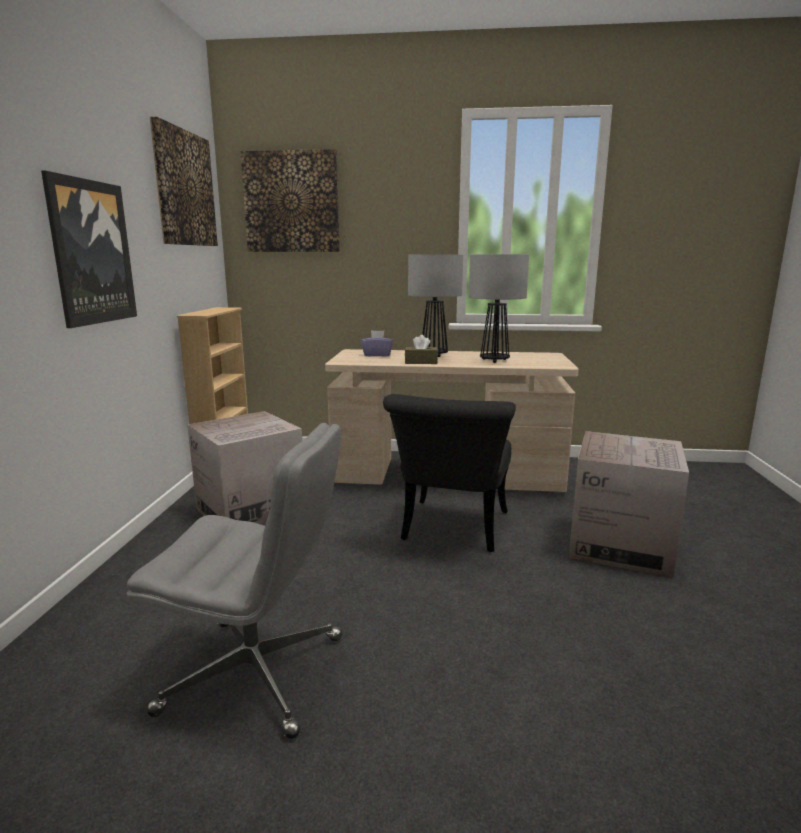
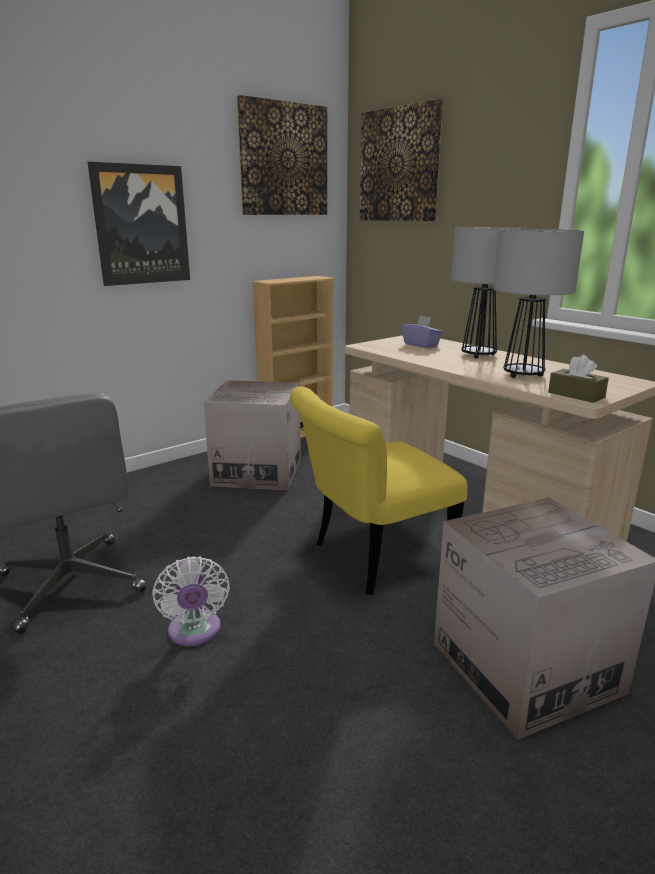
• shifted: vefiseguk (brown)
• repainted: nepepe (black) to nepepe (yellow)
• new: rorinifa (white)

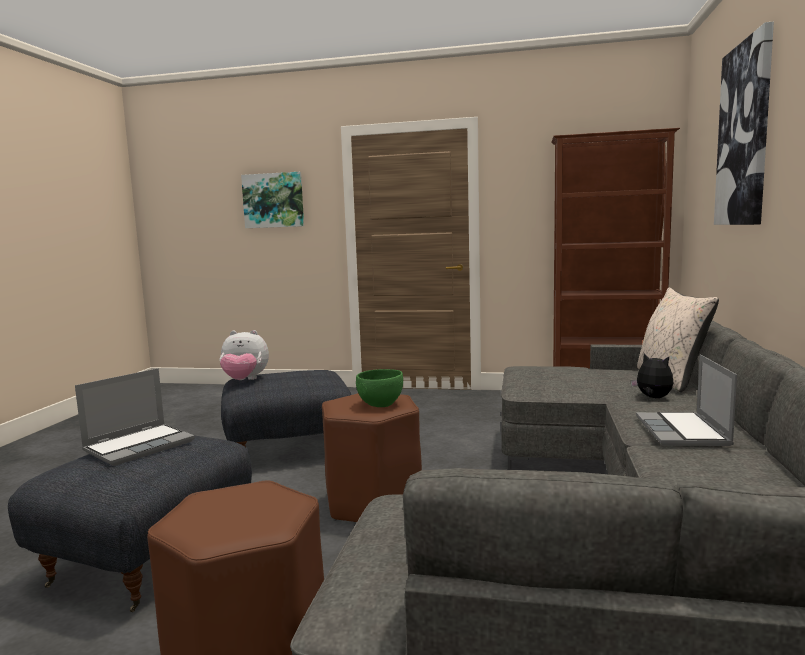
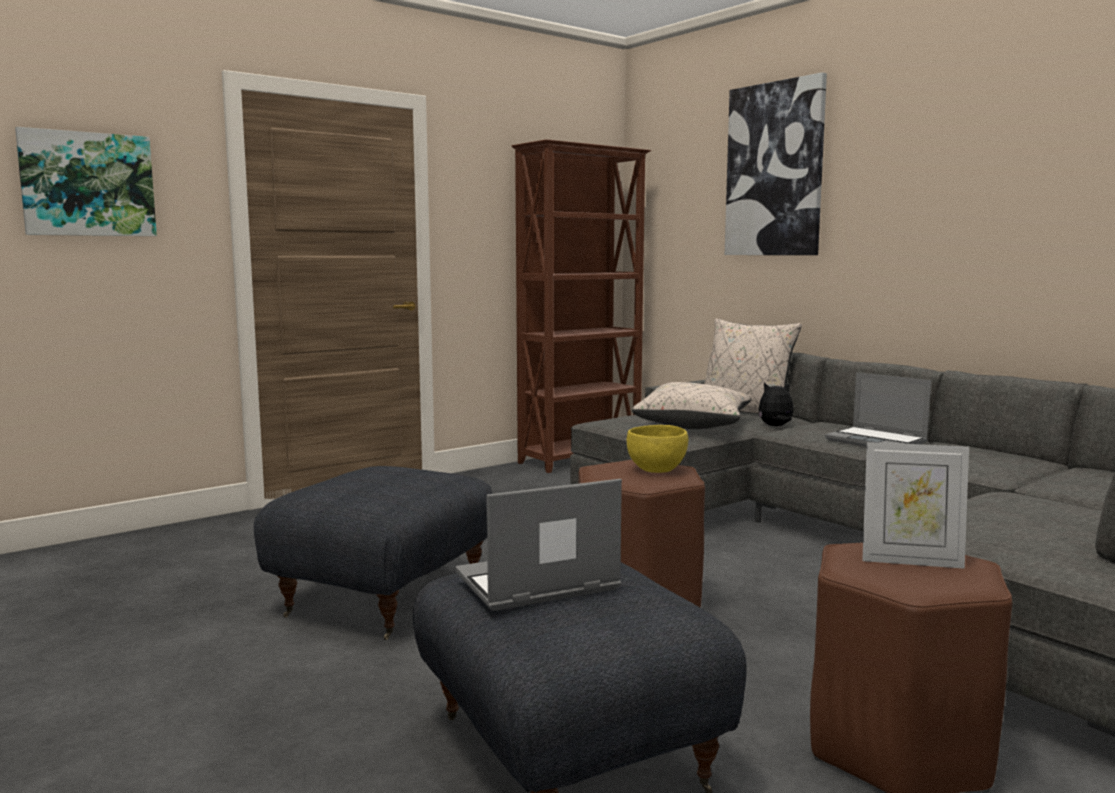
• gone: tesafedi (no. 1 from left)
• rotated: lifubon (no. 1 from left) 105 degrees counterclockwise
• repainted: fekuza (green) to fekuza (yellow)
• new: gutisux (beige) (no. 1 from left)
• new: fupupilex

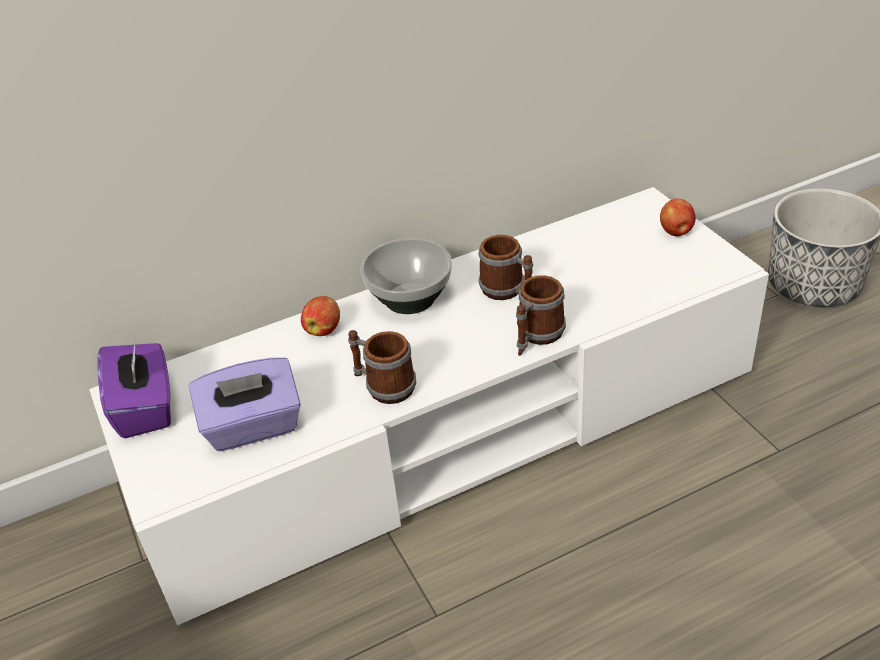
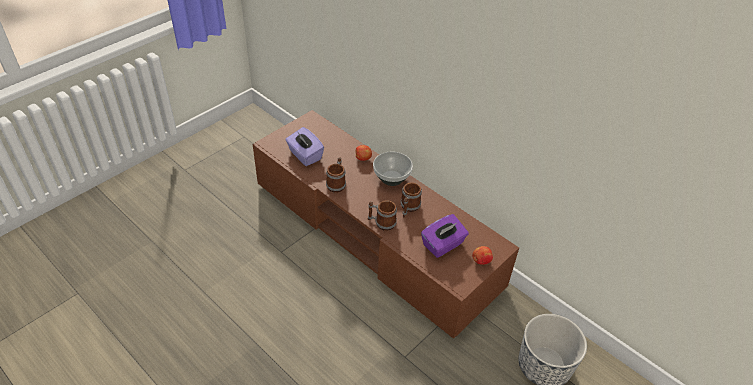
• repainted: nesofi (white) to nesofi (brown)
• shifted: vefiseguk (purple) (no. 1 from left in the first image) to vefiseguk (purple) (no. 2 from left)

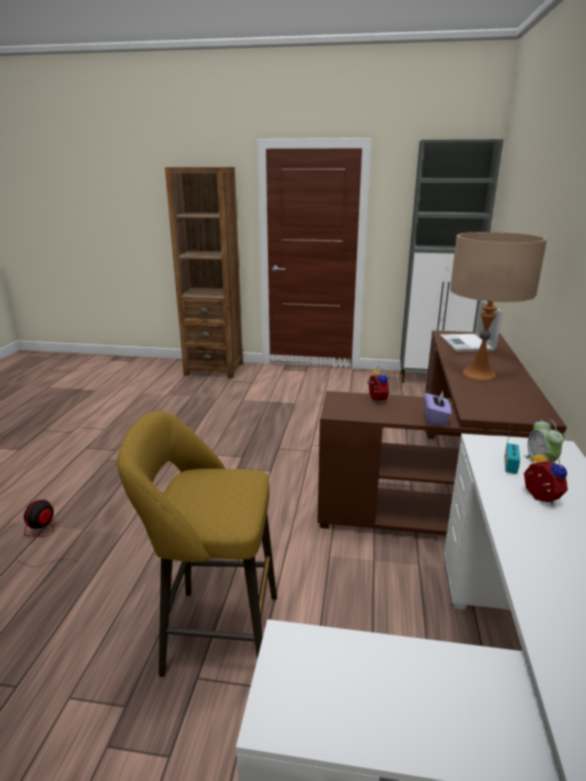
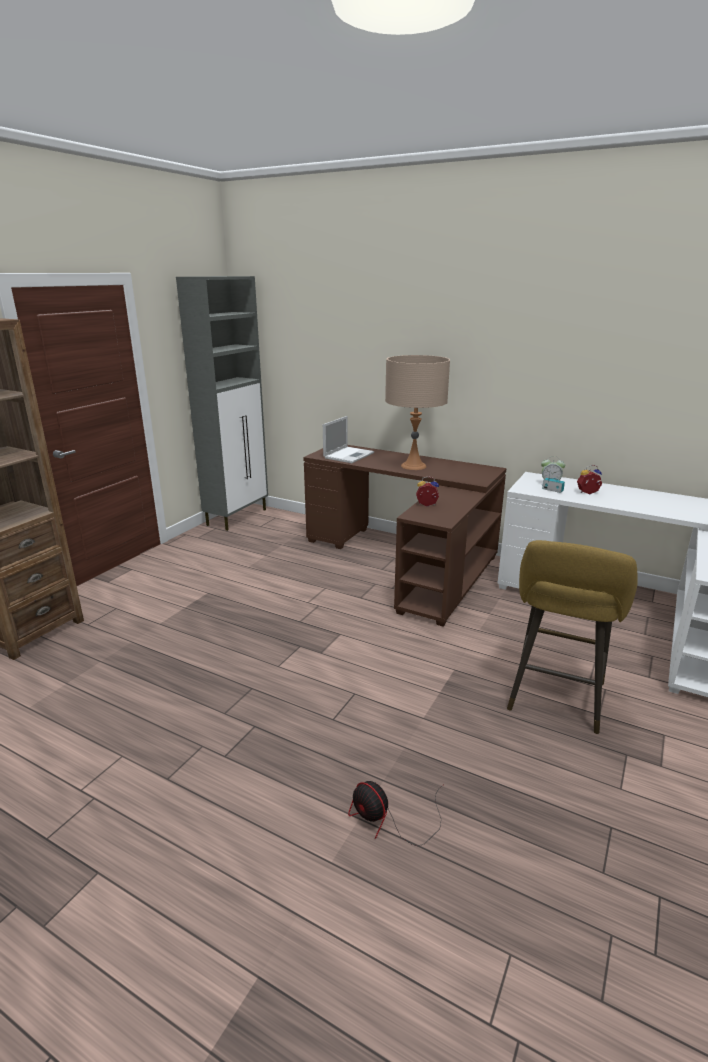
• rotated: lifubon 75 degrees counterclockwise
• gone: vefiseguk (purple)

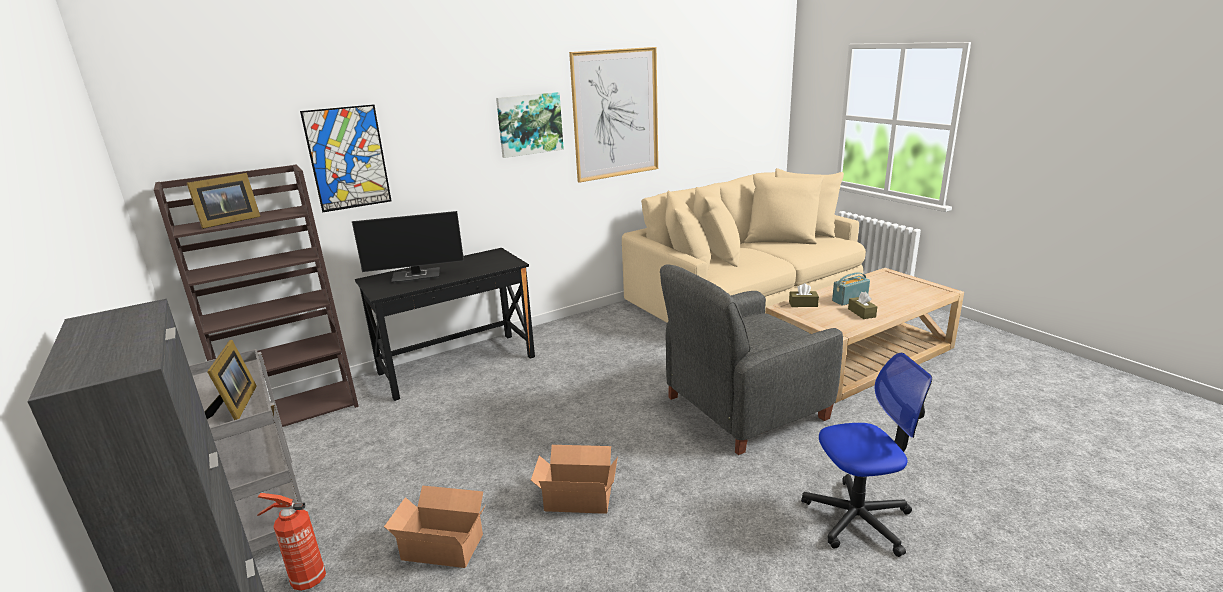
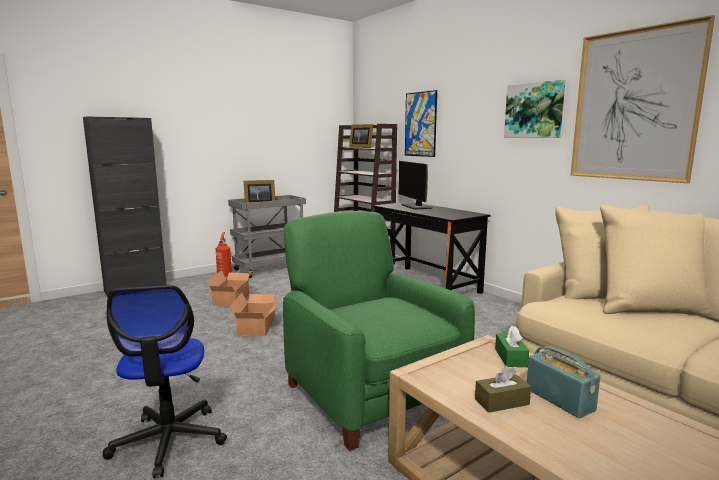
• repainted: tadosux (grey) to tadosux (green)
• repainted: vefiseguk (brown) (no. 1 from left) to vefiseguk (green)

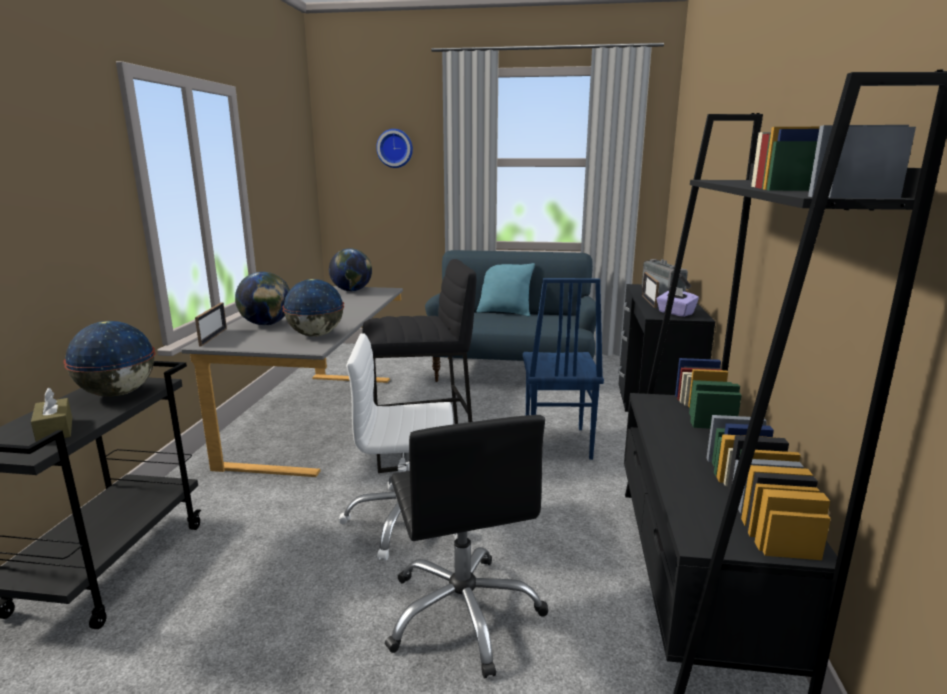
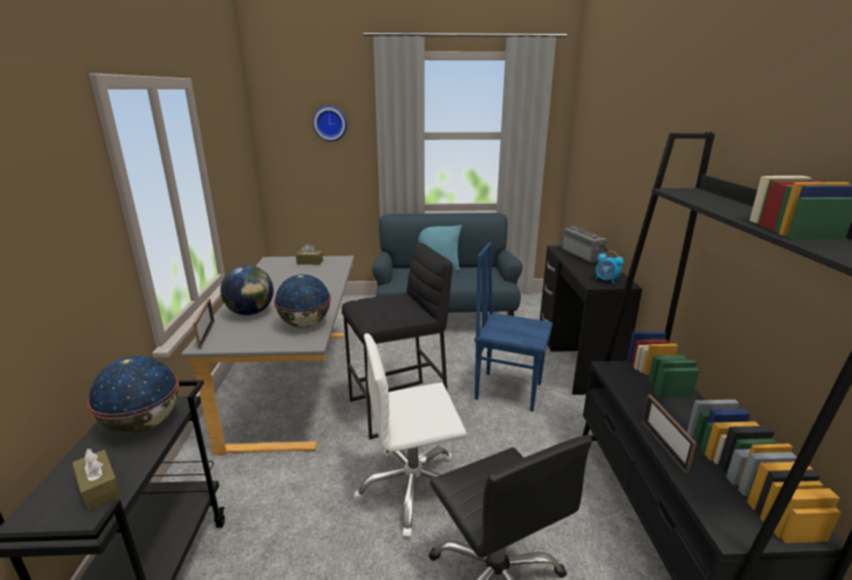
• swapped: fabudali (no. 4 from left) to vefiseguk (brown) (no. 2 from left)
• shifted: fupupilex (no. 2 from left)
• rotated: nepepe (blue) 120 degrees clockwise
• swapped: vefiseguk (purple) to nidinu

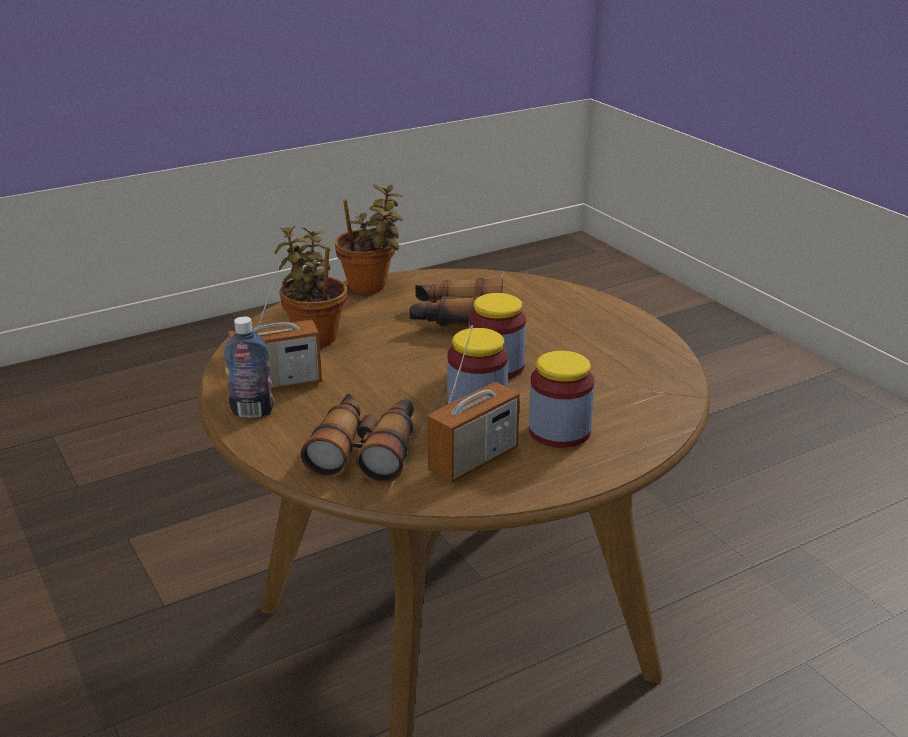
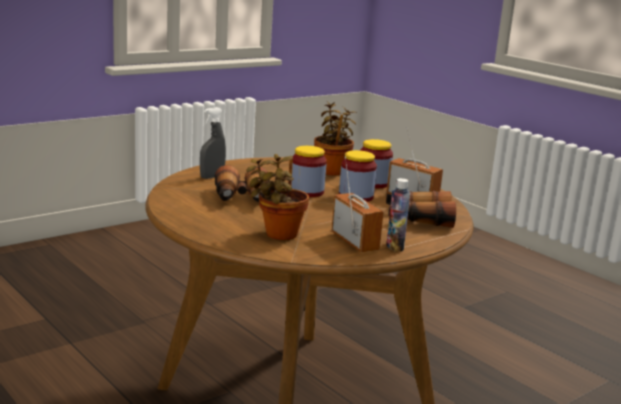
• shifted: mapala (no. 2 from left)
• new: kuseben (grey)

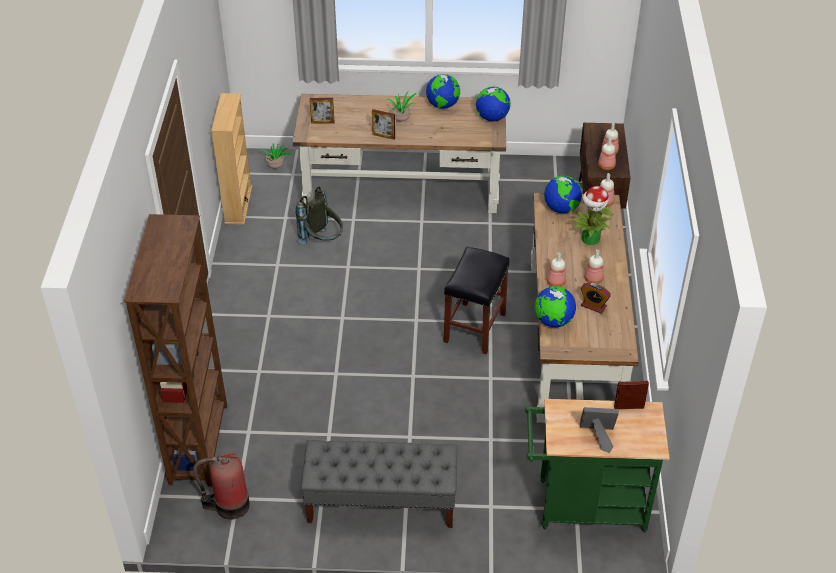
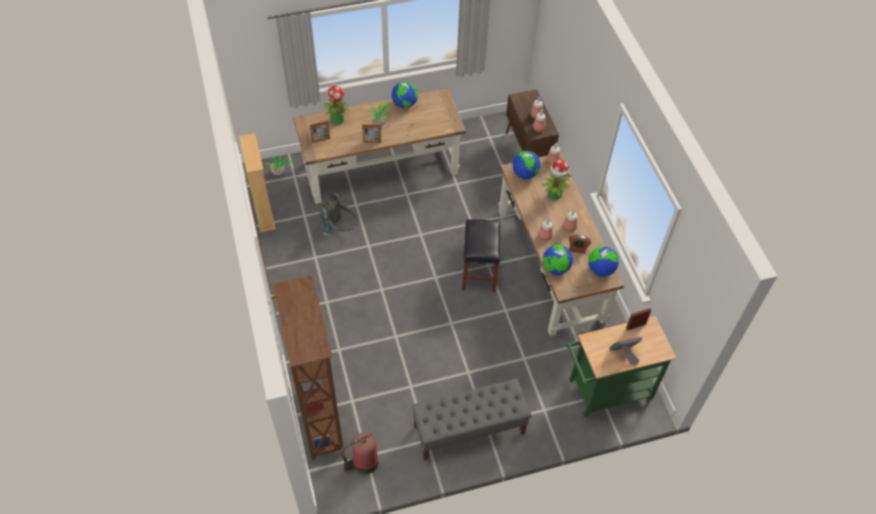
• shifted: fabudali (no. 2 from left in the first image) to fabudali (no. 4 from left)
• new: mapala (no. 2 from left)

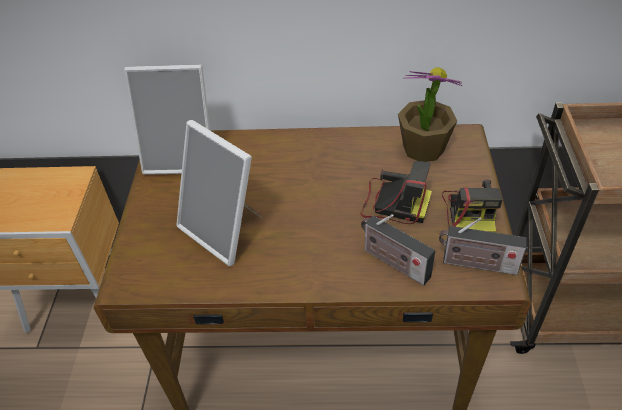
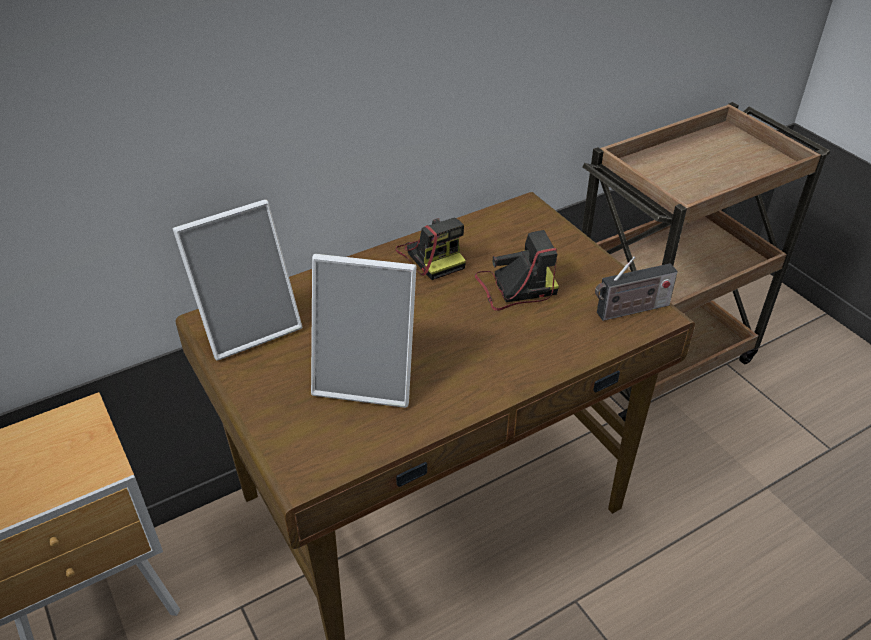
• gone: mapala
• shifted: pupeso (no. 2 from left in the first image) to pupeso (no. 1 from left)
• gone: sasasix (no. 1 from left)

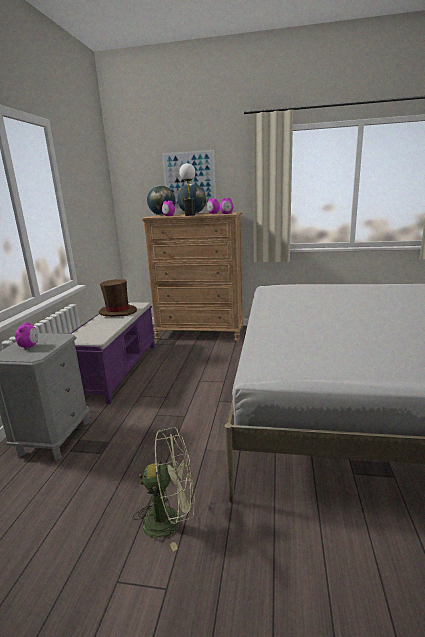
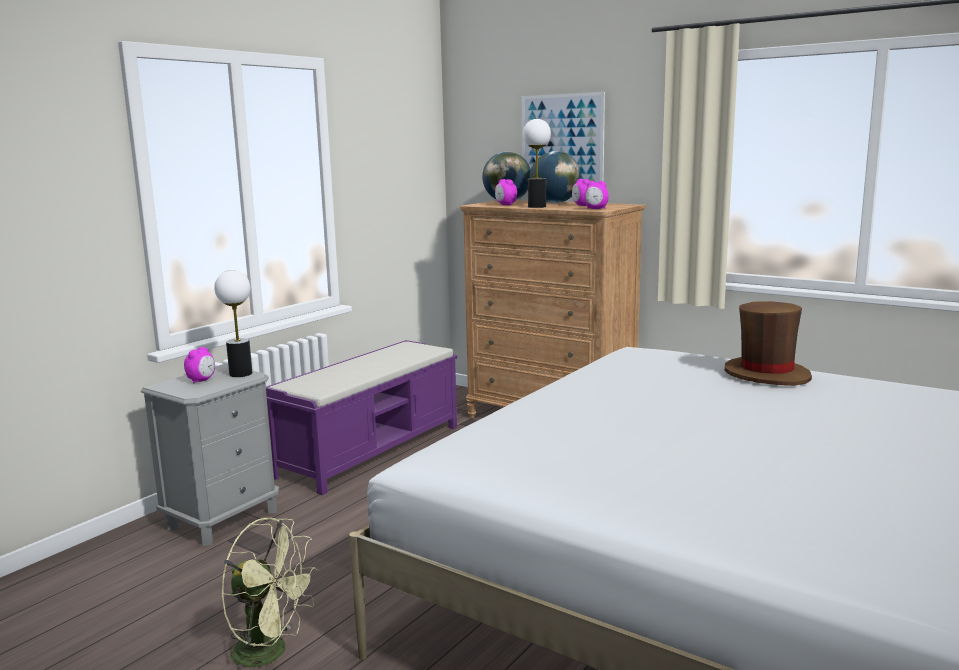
• shifted: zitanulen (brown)
• new: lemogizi (no. 1 from left)

